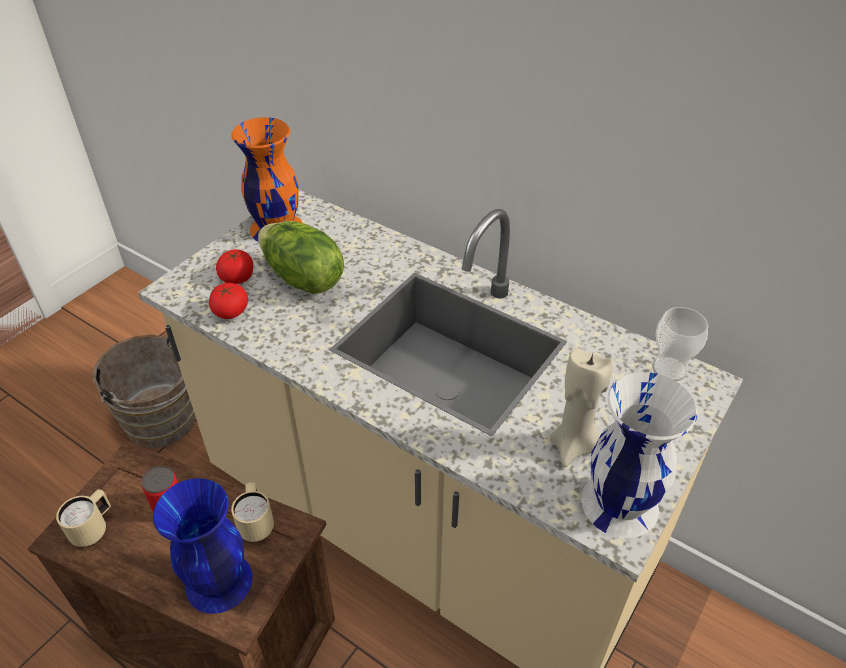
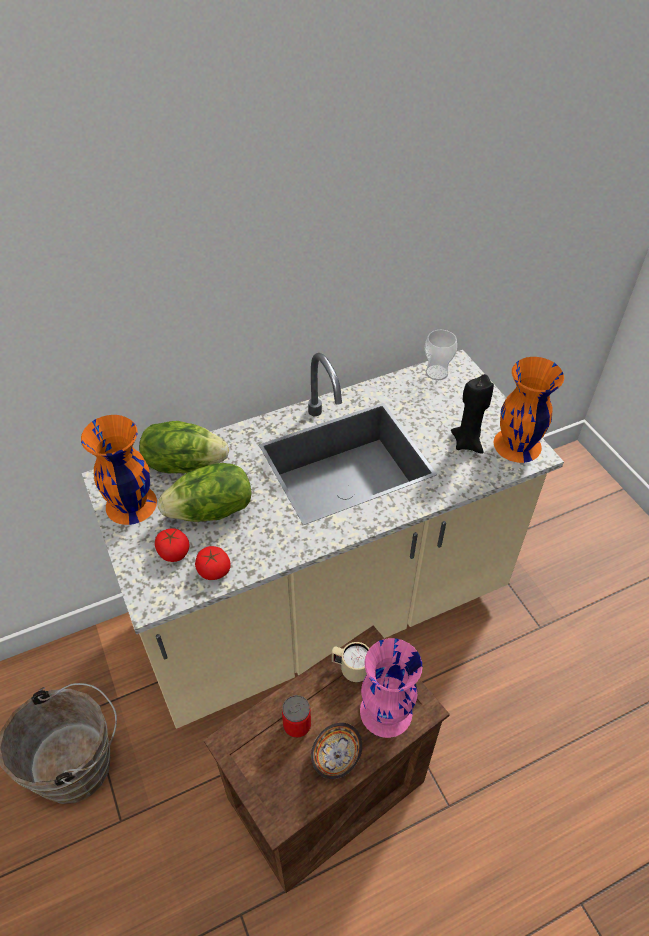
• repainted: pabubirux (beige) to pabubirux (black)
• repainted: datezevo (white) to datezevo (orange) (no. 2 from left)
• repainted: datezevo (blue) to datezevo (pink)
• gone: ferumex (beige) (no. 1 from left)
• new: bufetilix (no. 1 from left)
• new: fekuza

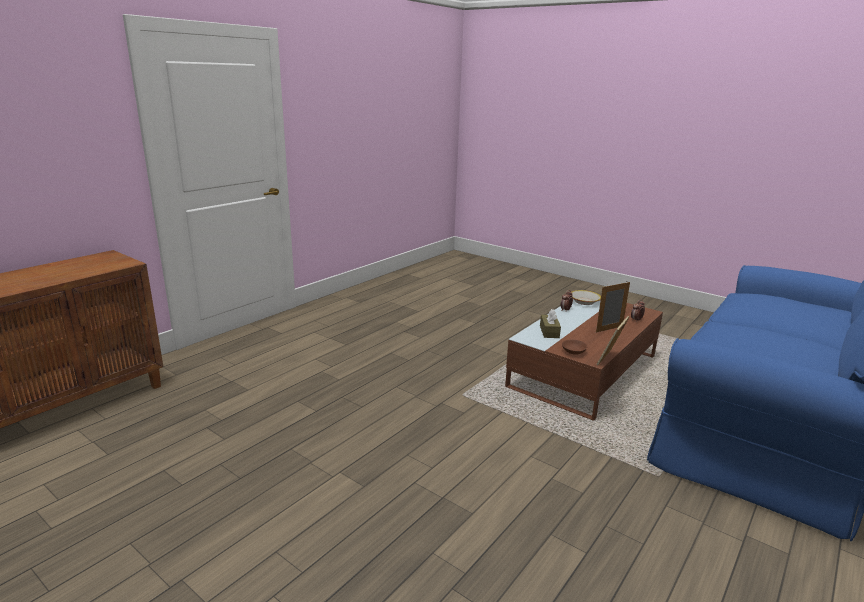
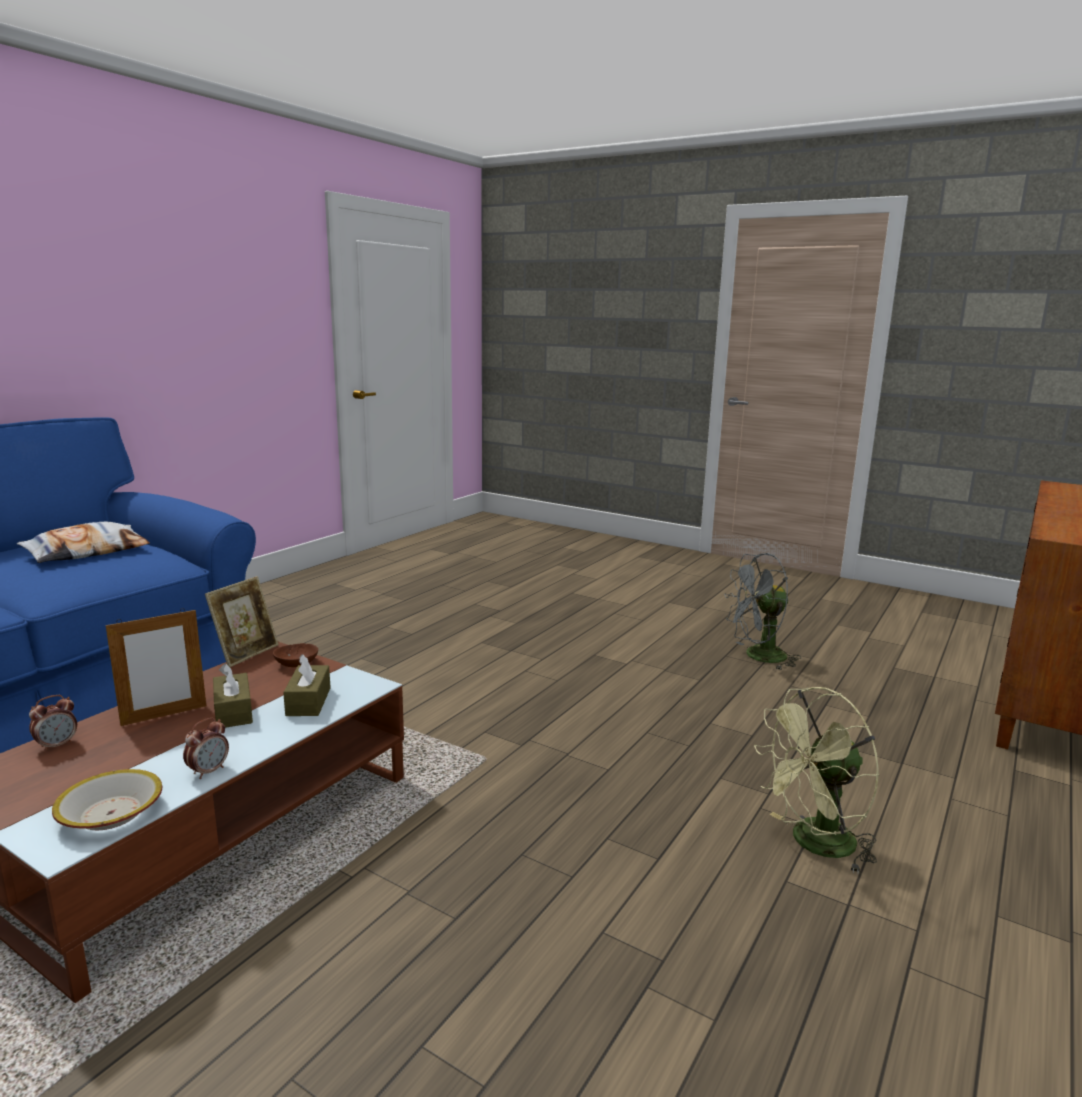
• new: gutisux
• new: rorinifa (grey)
• new: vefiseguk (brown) (no. 1 from left)
• new: rorinifa (green)

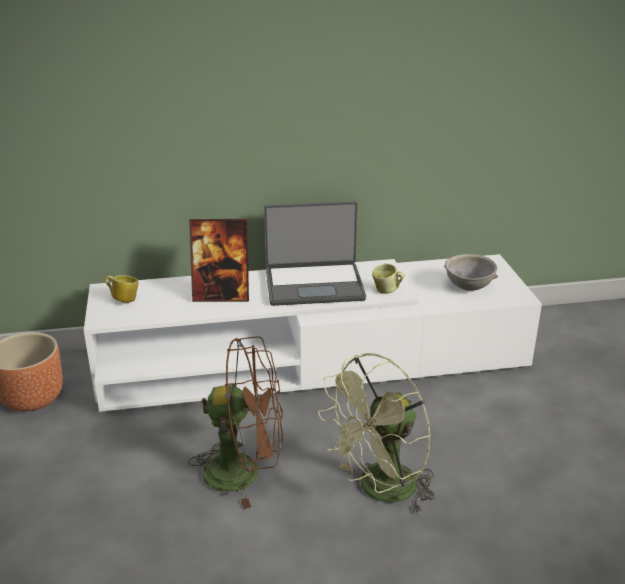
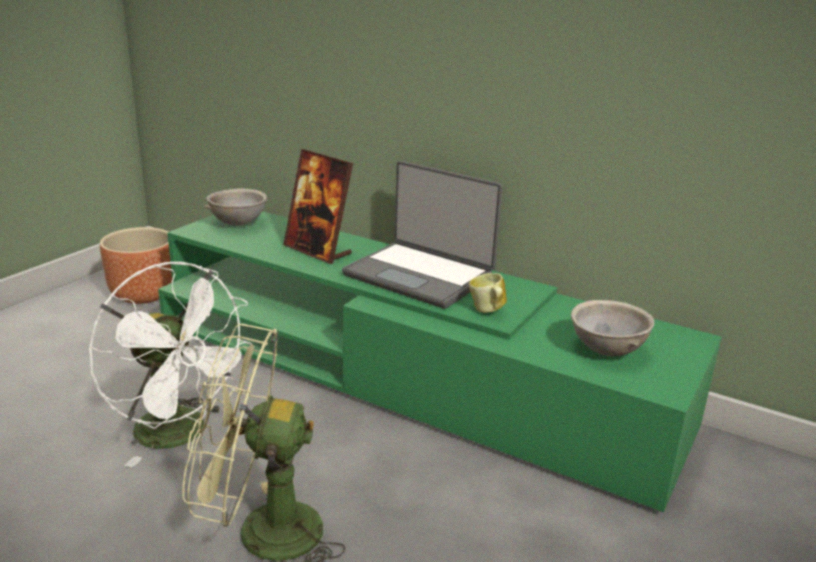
• repainted: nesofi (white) to nesofi (green)
• swapped: ferumex (no. 1 from left) to fekuza (grey) (no. 1 from left)
• repainted: rorinifa (brown) to rorinifa (white)

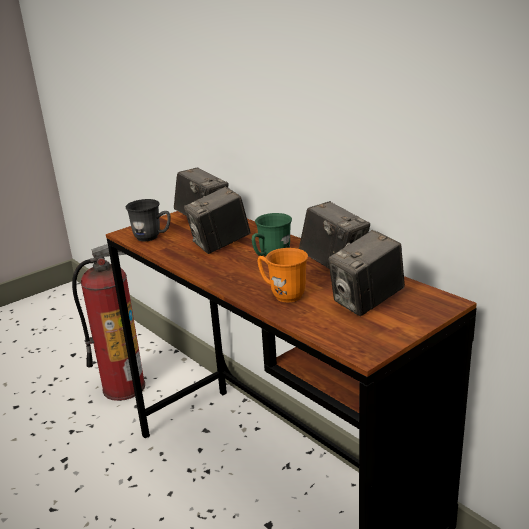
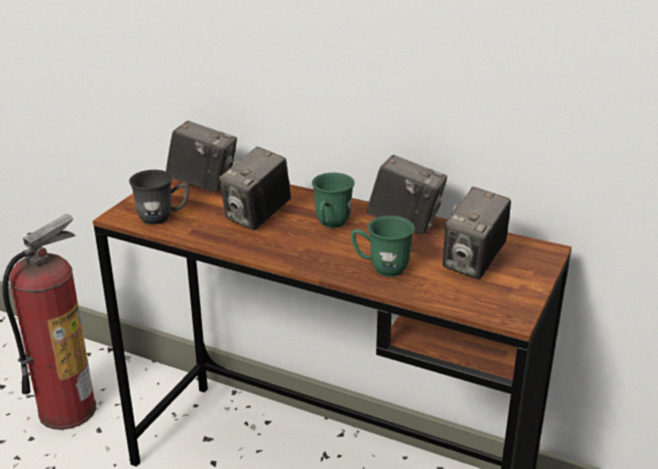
• repainted: ferumex (orange) to ferumex (green) (no. 2 from left)

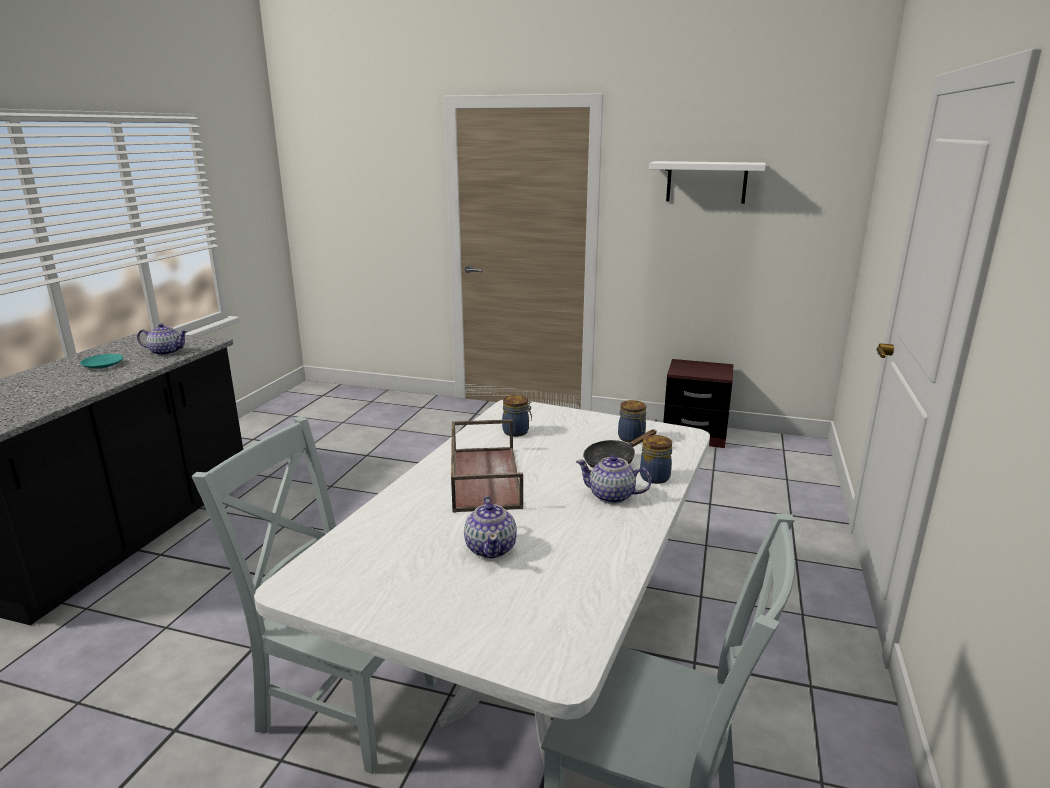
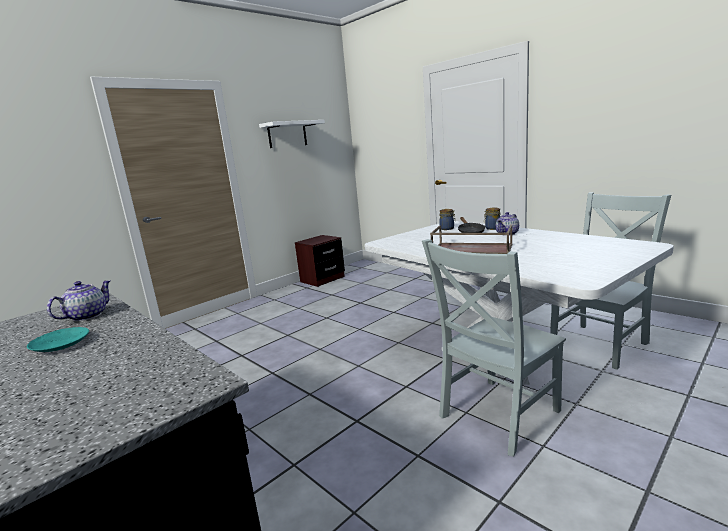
• gone: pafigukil (no. 1 from left)
• gone: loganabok (no. 2 from left)

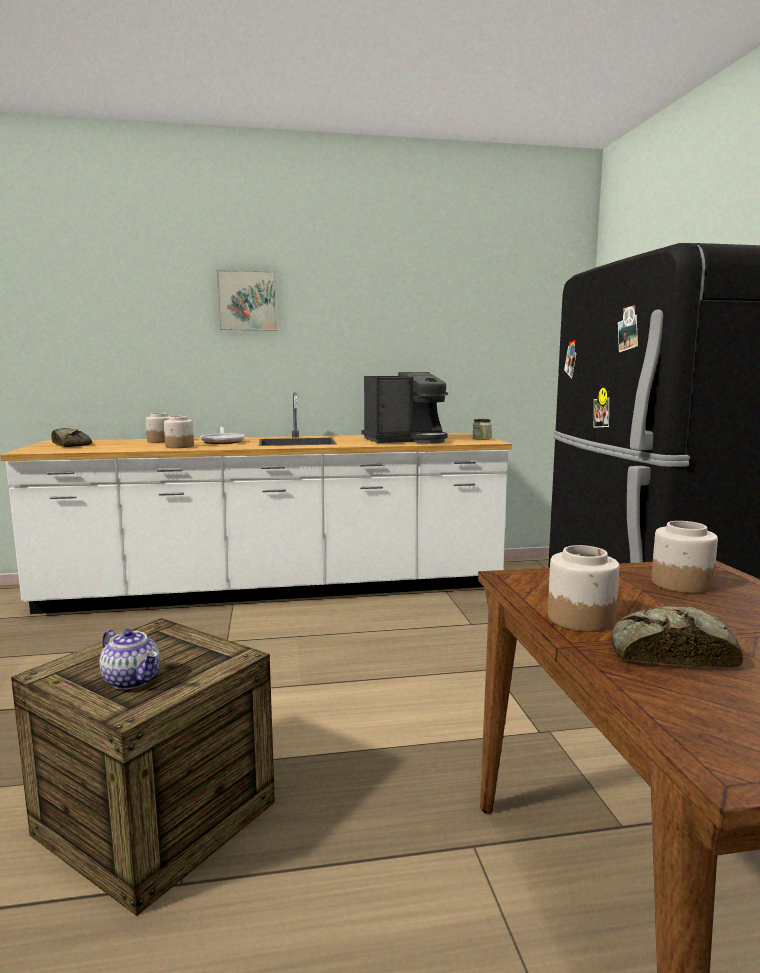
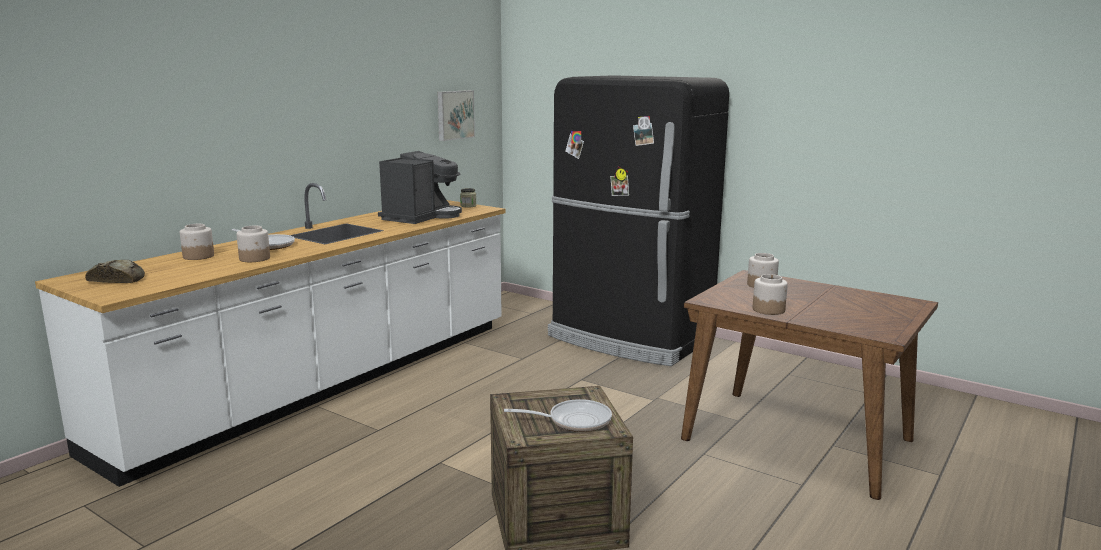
• shifted: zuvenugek
• gone: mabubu (no. 2 from left)
• swapped: loganabok to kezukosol (no. 2 from left)

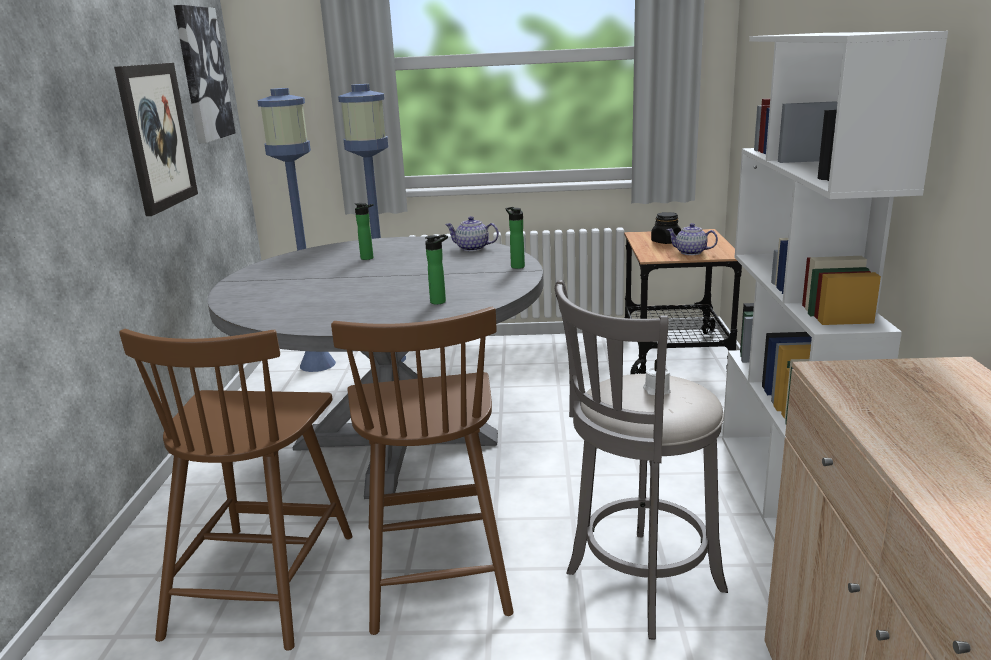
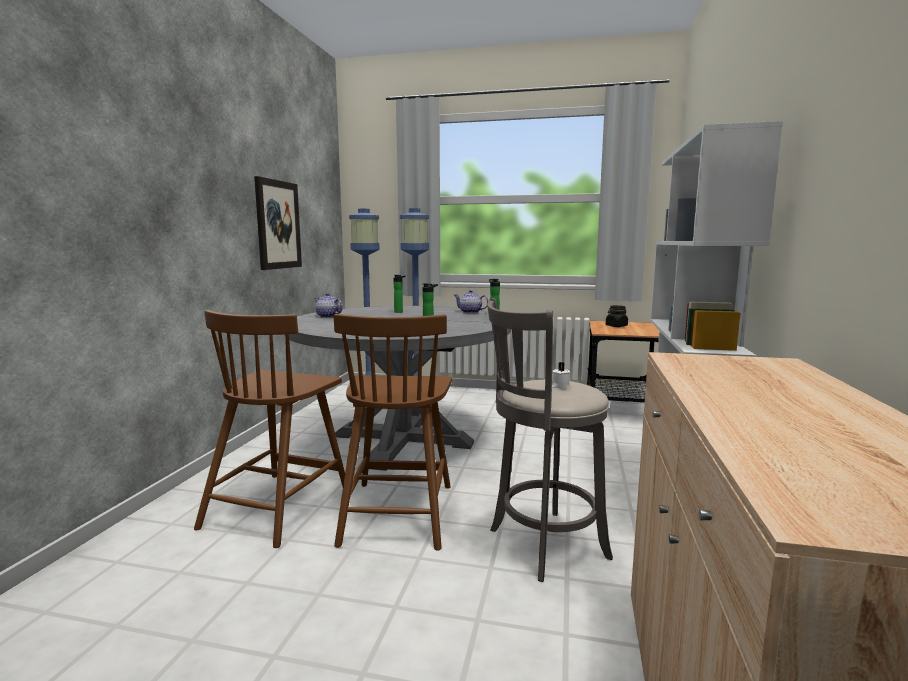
• gone: zuvenugek (no. 2 from left)
• shifted: loganabok (no. 2 from left in the first image) to loganabok (no. 1 from left)

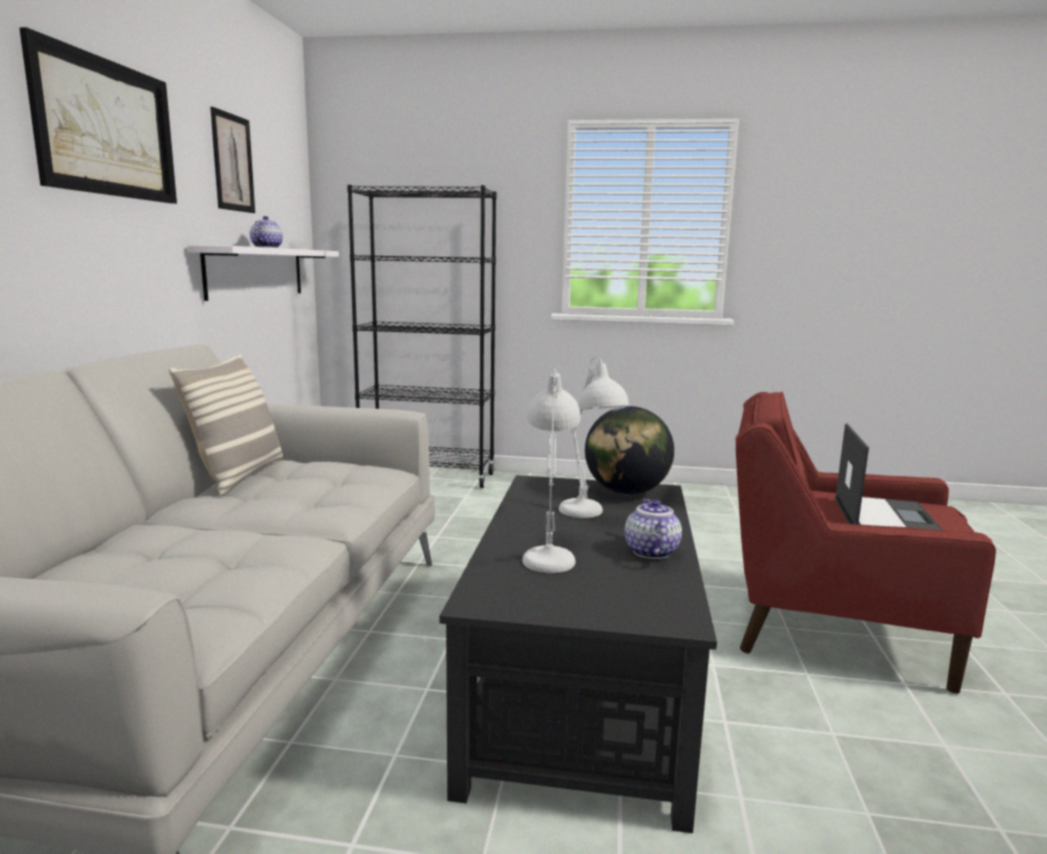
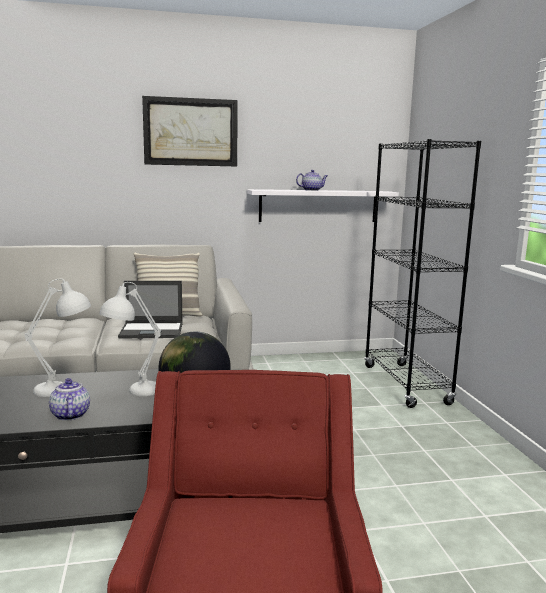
• gone: zuvenugek (no. 2 from left)
• shifted: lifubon
• rotated: loganabok (no. 2 from left in the first image) 90 degrees counterclockwise

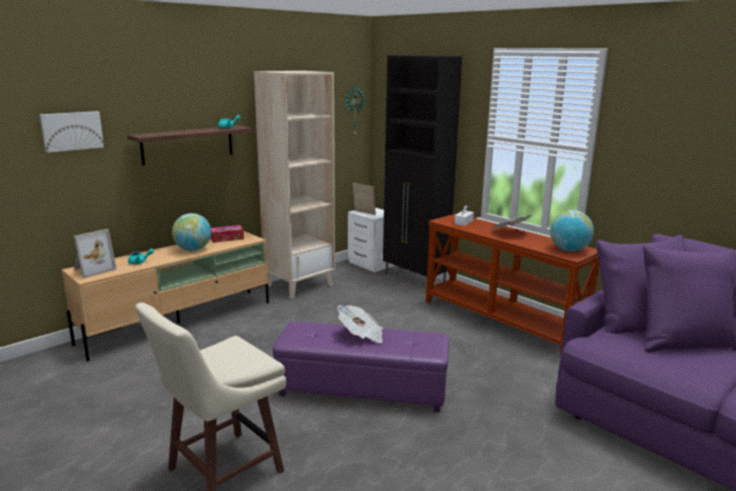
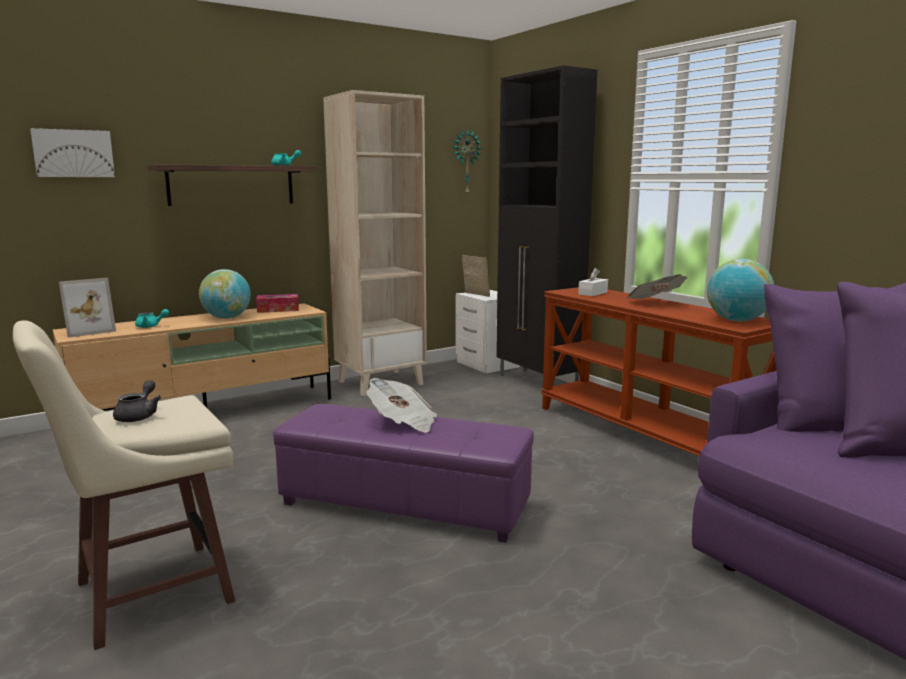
• new: loganabok (grey)

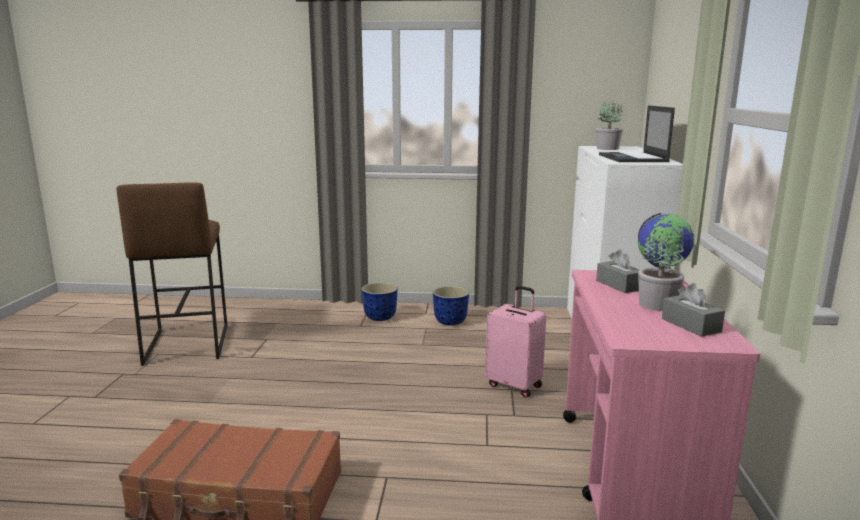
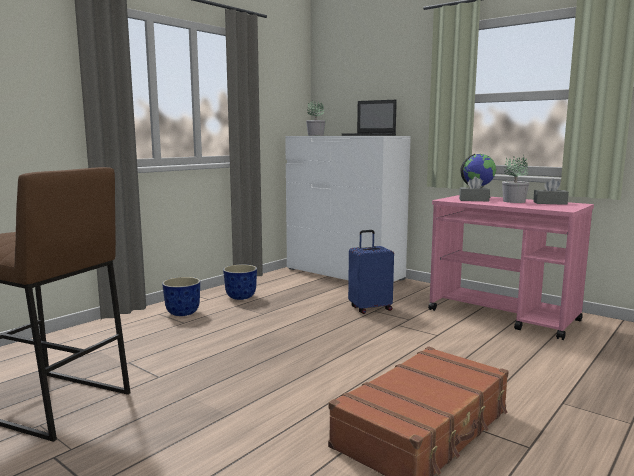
• repainted: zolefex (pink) to zolefex (blue)

